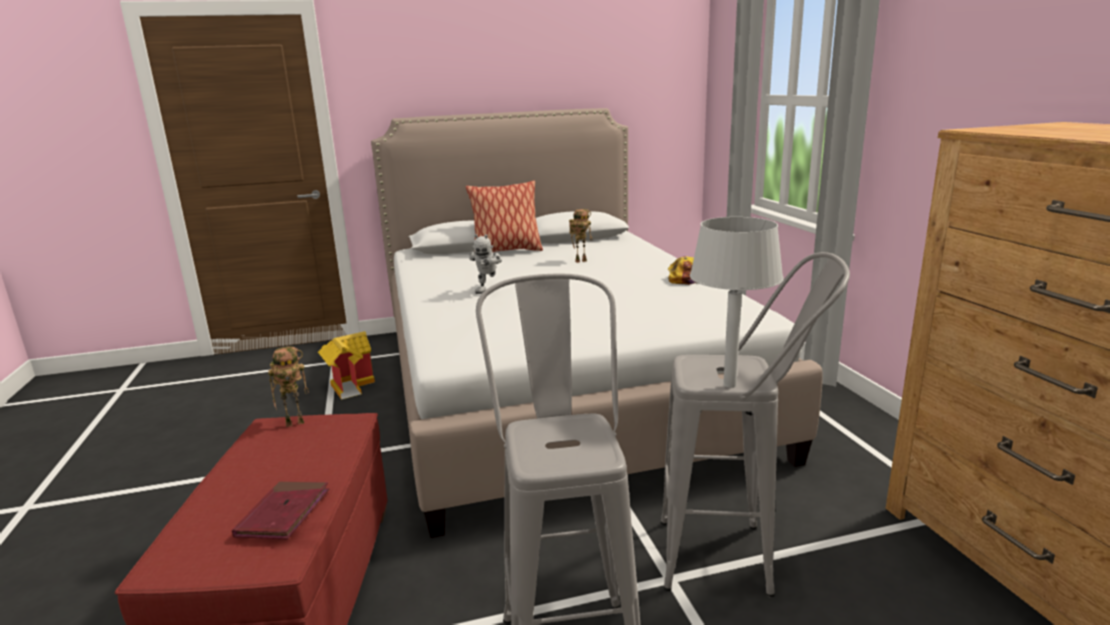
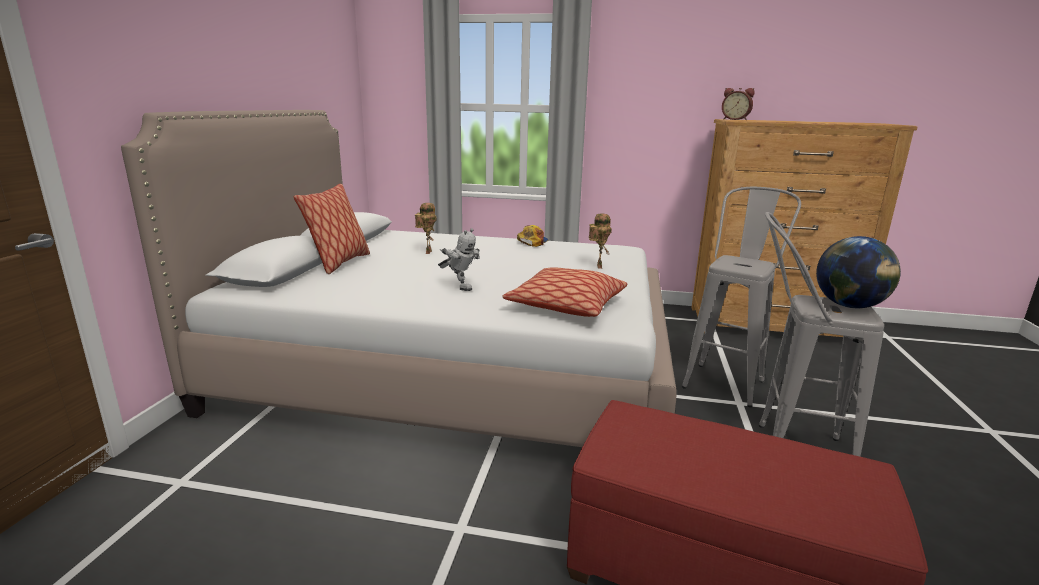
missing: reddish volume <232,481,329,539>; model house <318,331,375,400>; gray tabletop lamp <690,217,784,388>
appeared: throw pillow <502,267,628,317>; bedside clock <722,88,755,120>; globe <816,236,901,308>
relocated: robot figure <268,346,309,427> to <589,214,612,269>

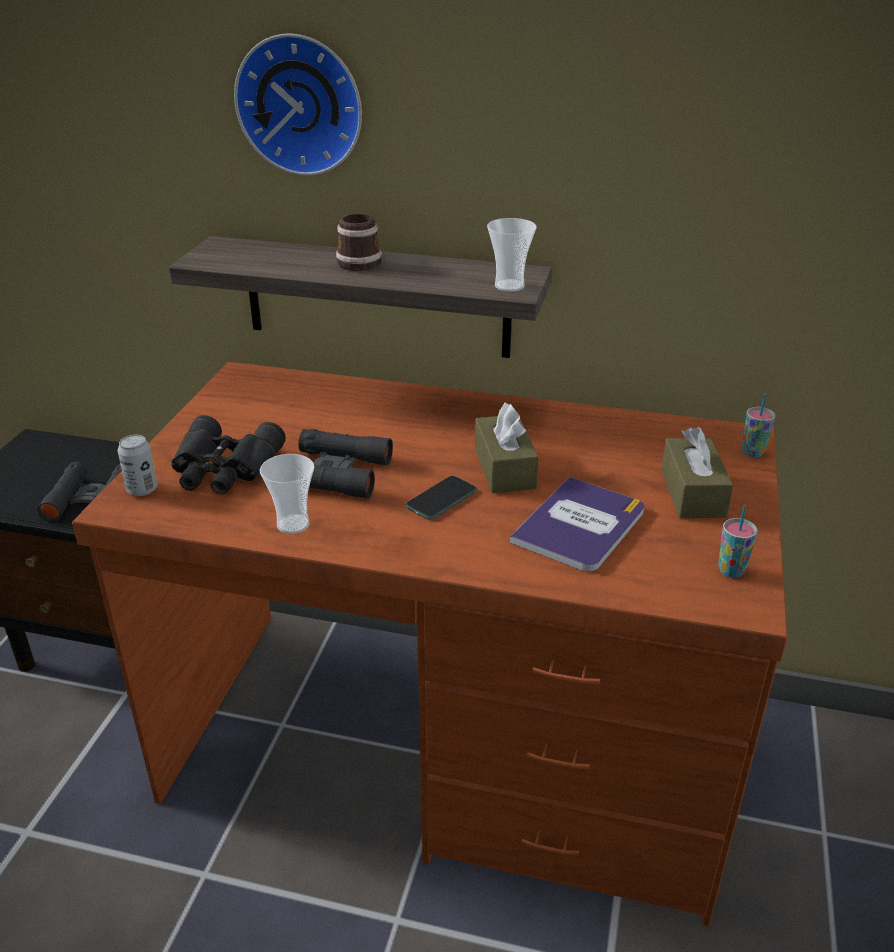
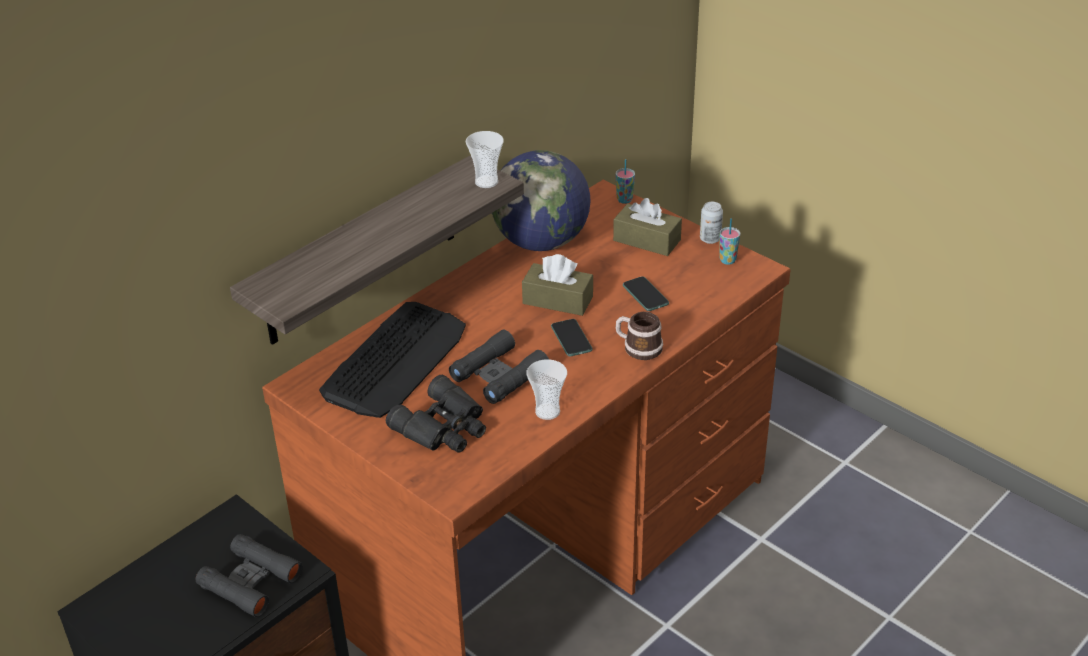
missing: hanging clock <234,34,362,176>
appeared: PC keyboard <319,302,466,418>; globe <492,150,591,251>
relocated: can <117,435,158,496> to <700,202,723,244>; coffee mug <336,214,382,271> to <616,312,663,360>
exchanged: volume <510,477,645,572> to telephone <623,276,669,311>

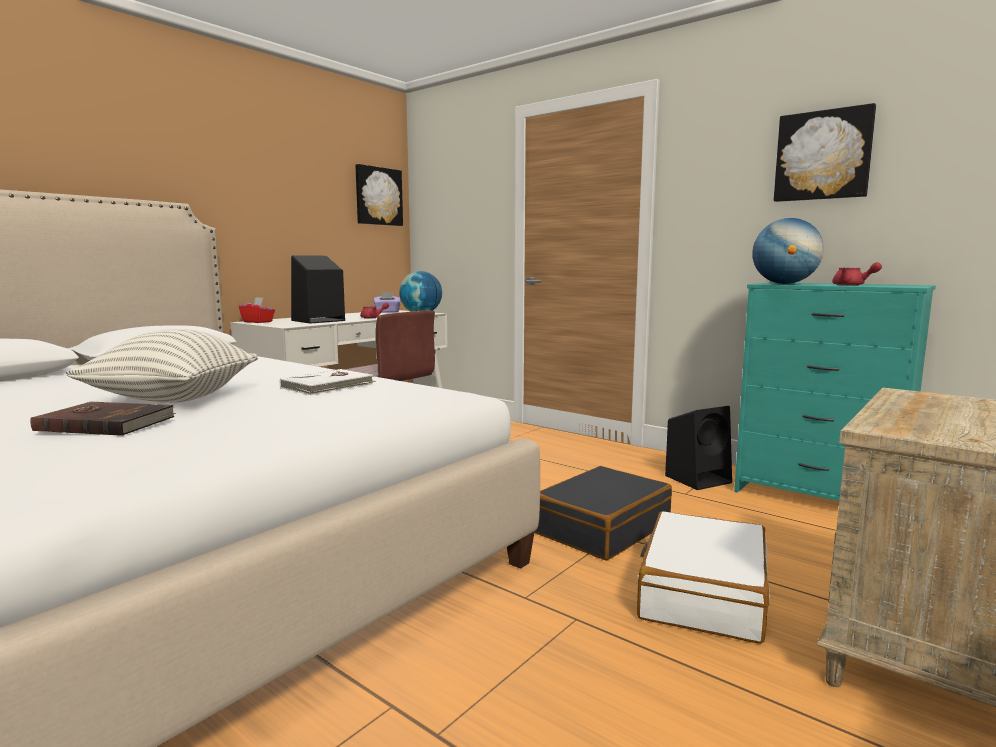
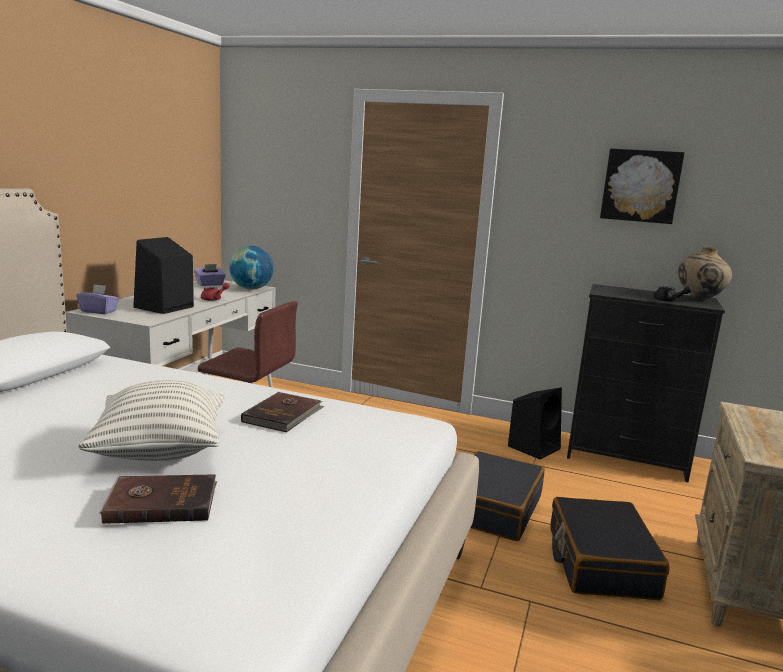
missing: wall art <355,164,403,226>; globe <752,218,824,284>
appeared: sand-coloured flower vase <678,247,732,300>
colour: reddish tissue holder <239,297,275,323> to purple tissue holder <76,284,119,314>; white volume <280,369,376,395> to brown-coloured volume <241,392,325,432>; white travel case <637,511,770,644> to black travel case <550,497,670,600>; turquoise chest of drawers <734,282,936,501> to black chest of drawers <567,284,725,482>; reddish pot for tea <832,262,882,286> to black pot for tea <654,286,692,302>

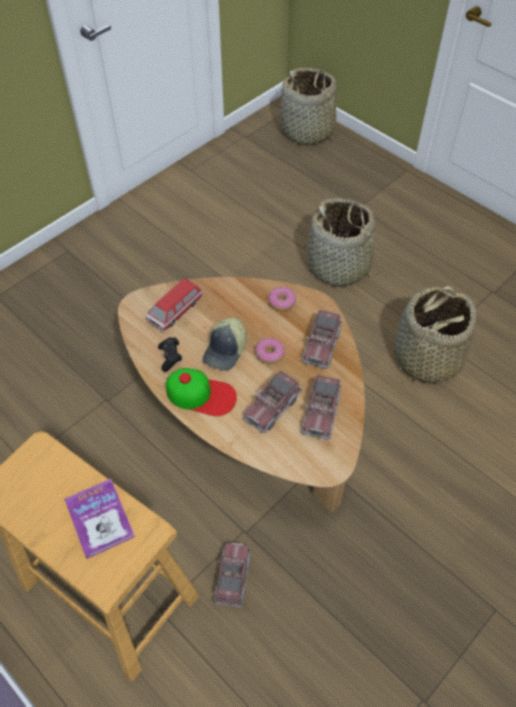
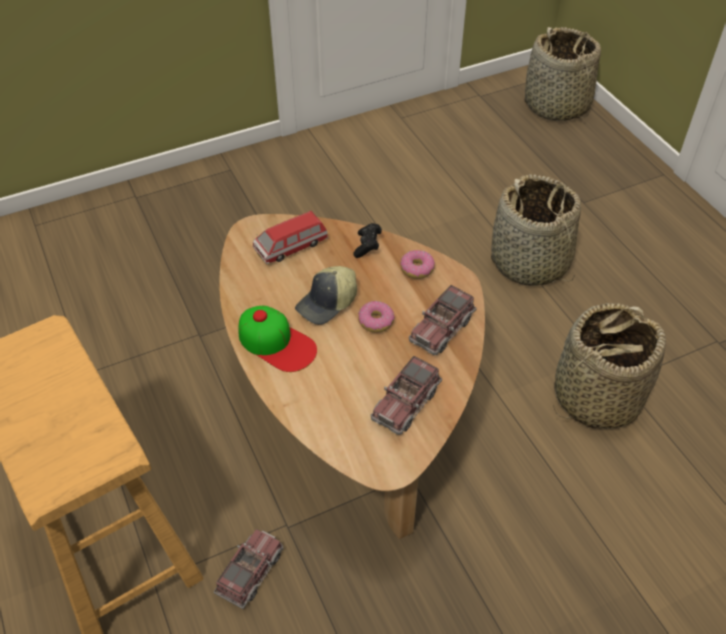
missing: volume <64,479,135,559>; toy lorry <243,371,302,433>
relocated: black joypad <158,337,182,372> to <353,223,382,258>

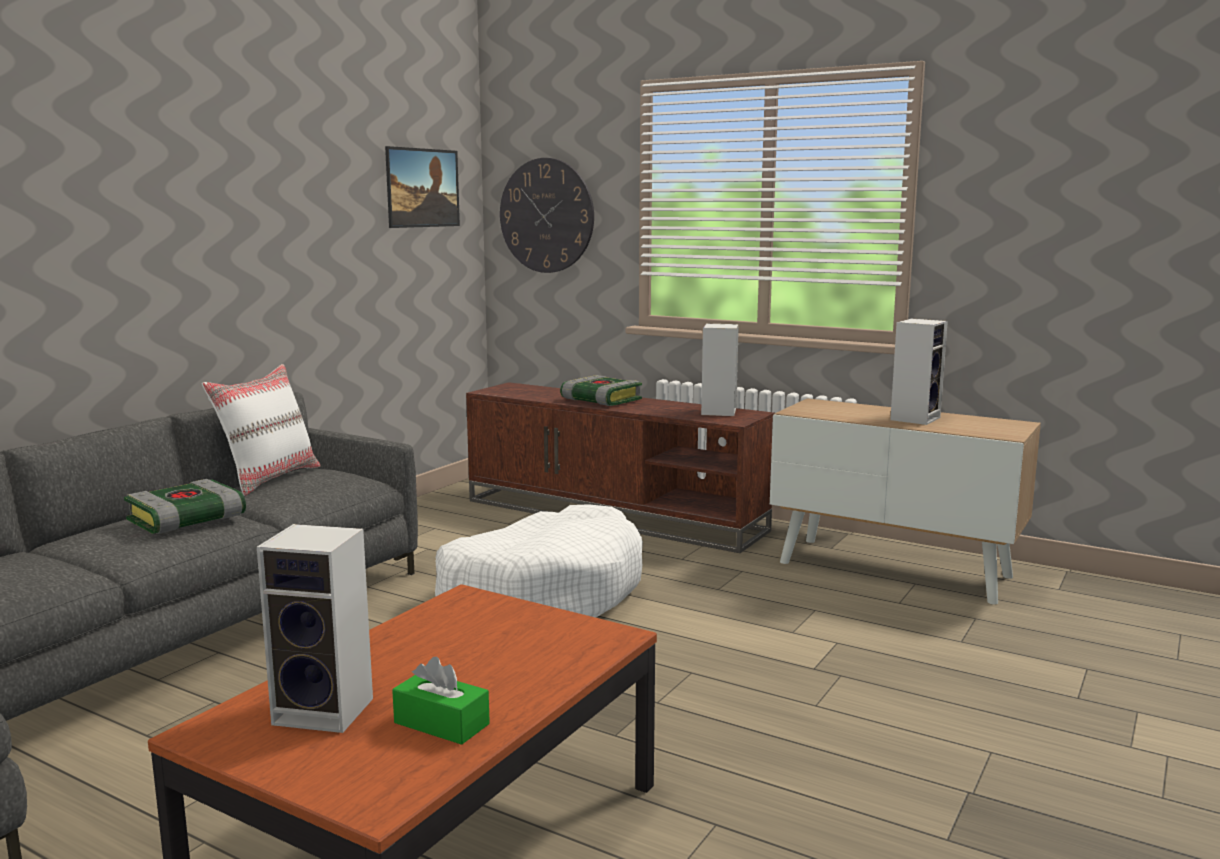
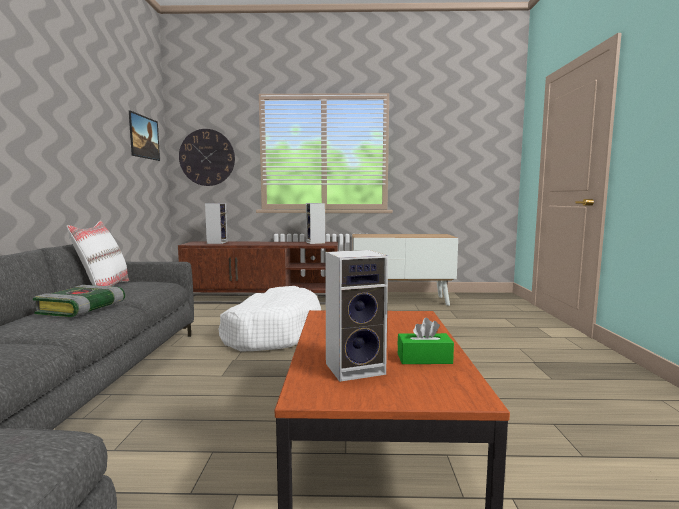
missing: volume <560,375,642,406>
relocated: speaker <890,319,948,425> to <205,203,228,244>

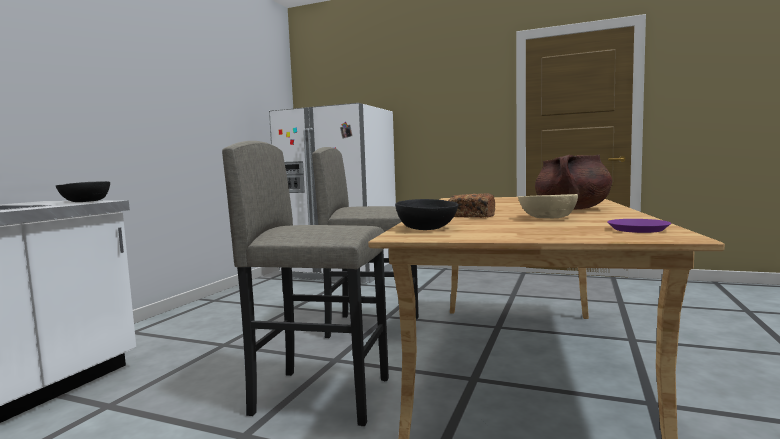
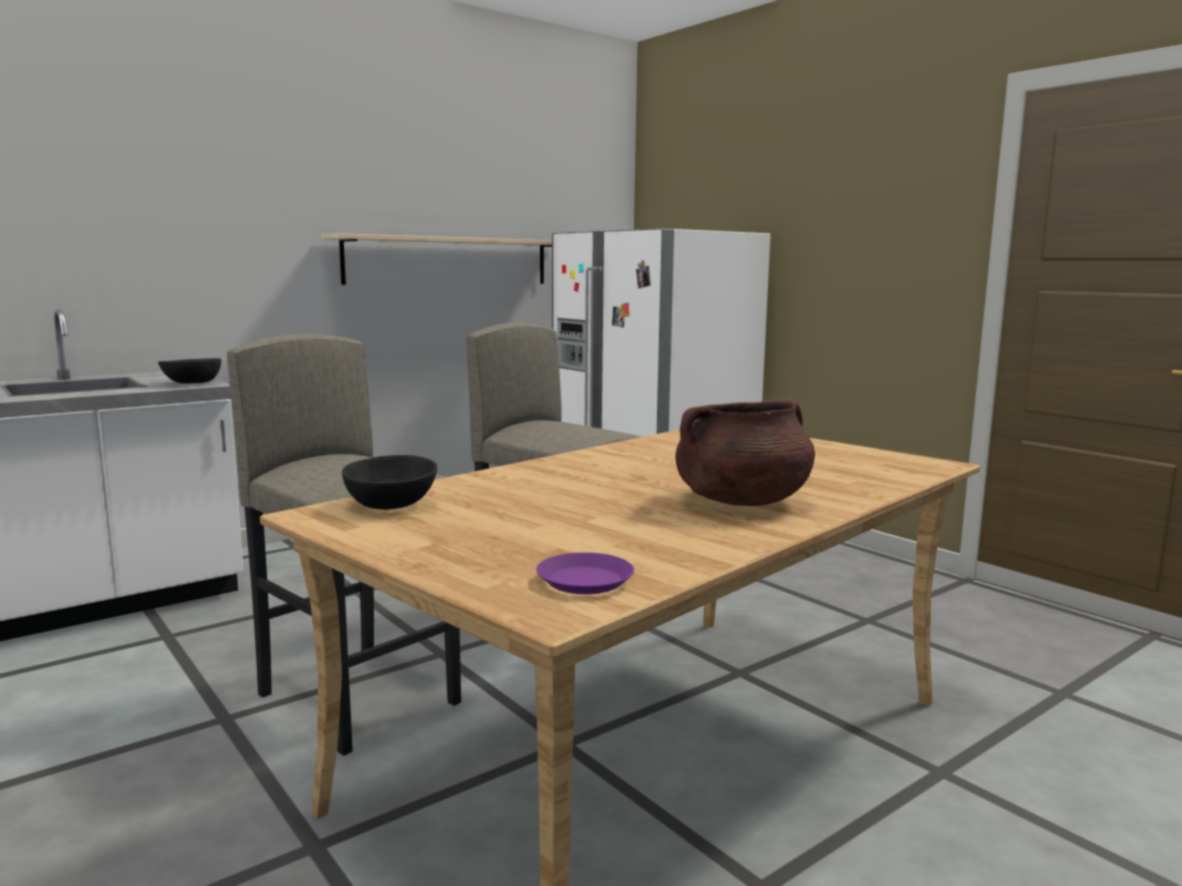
missing: baked bread <448,193,495,218>; sand-coloured serving bowl <518,194,578,218>
appeared: sand-coloured wall shelf <321,233,552,285>

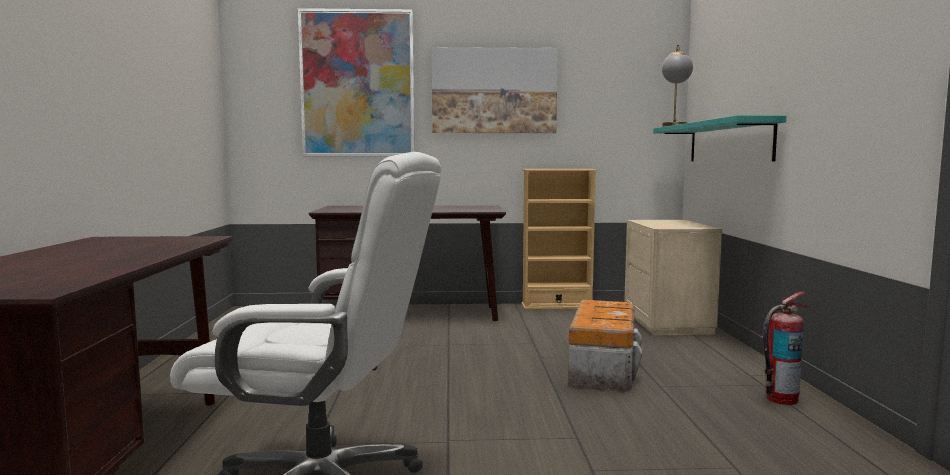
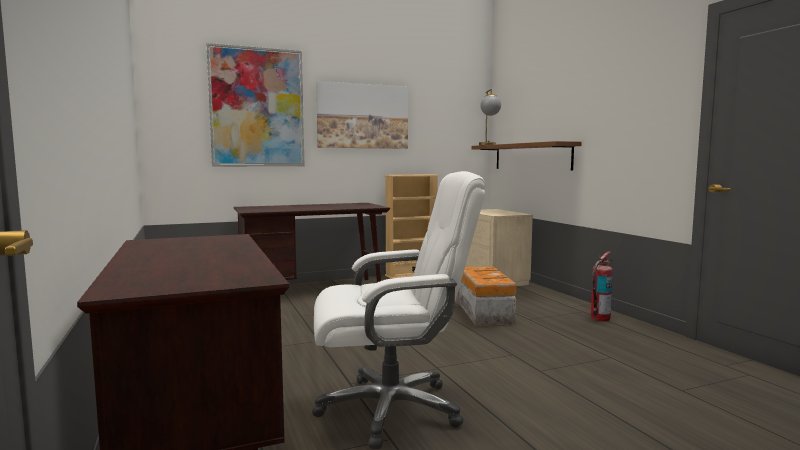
colour: turquoise wall shelf <653,115,787,162> to brown-coloured wall shelf <472,141,582,171>

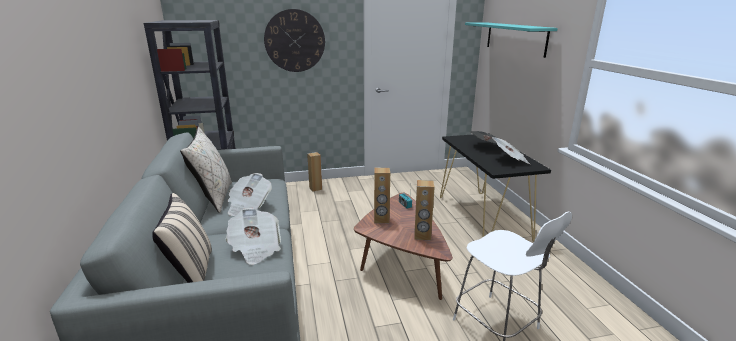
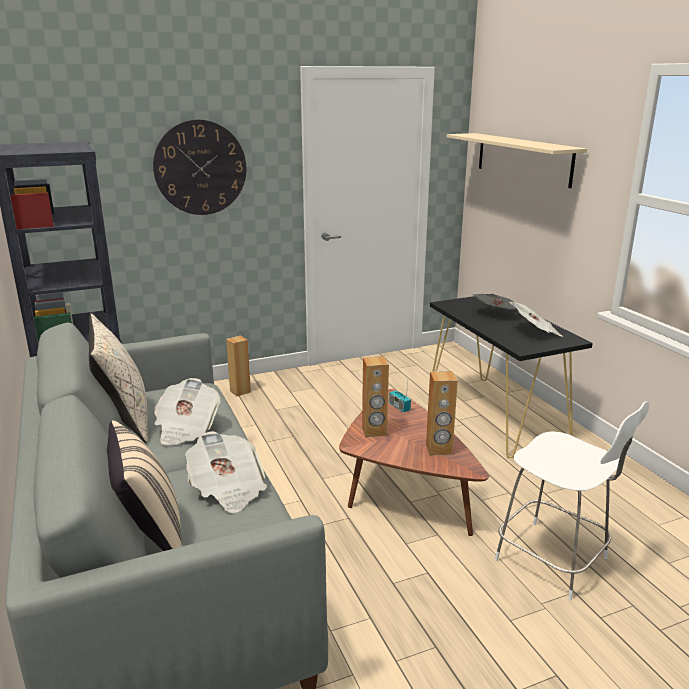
colour: turquoise wall shelf <465,22,558,58> to sand-coloured wall shelf <447,133,587,188>

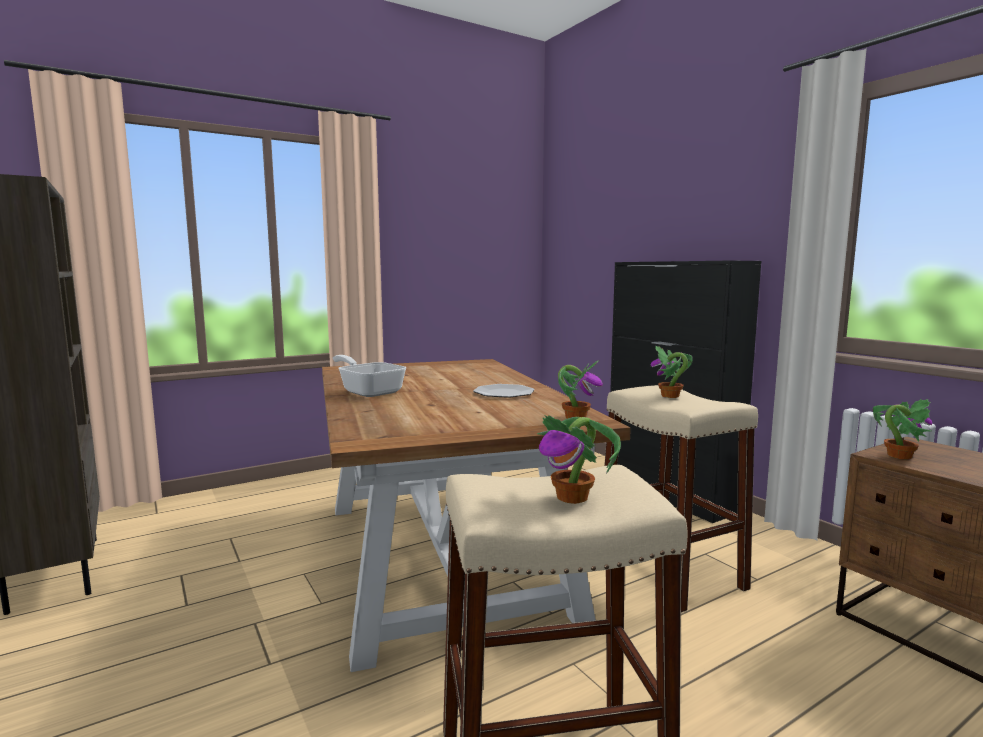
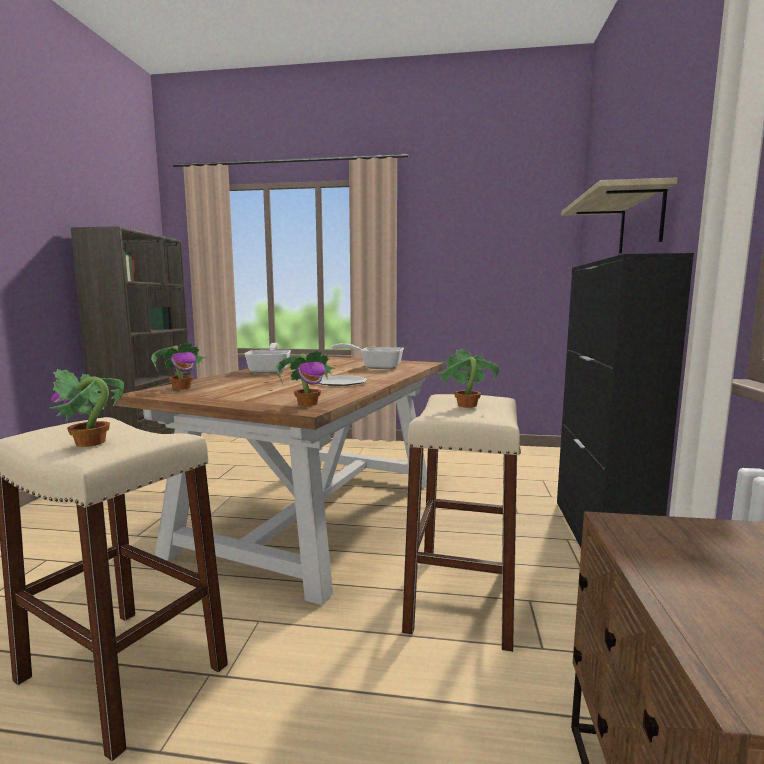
appeared: skillet <332,343,404,369>; wall shelf <561,178,678,253>
relocated: potted plant <873,399,932,459> to <151,342,206,390>

